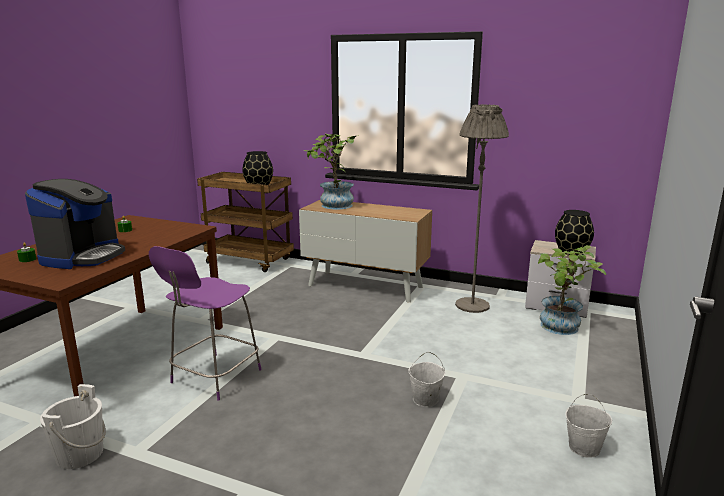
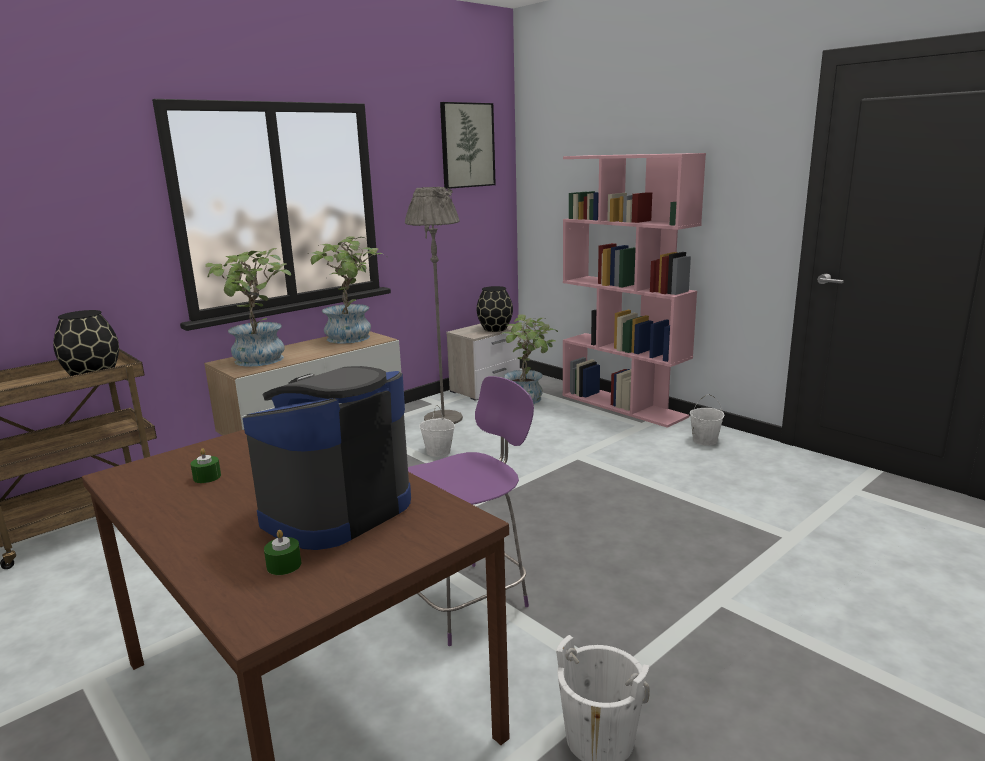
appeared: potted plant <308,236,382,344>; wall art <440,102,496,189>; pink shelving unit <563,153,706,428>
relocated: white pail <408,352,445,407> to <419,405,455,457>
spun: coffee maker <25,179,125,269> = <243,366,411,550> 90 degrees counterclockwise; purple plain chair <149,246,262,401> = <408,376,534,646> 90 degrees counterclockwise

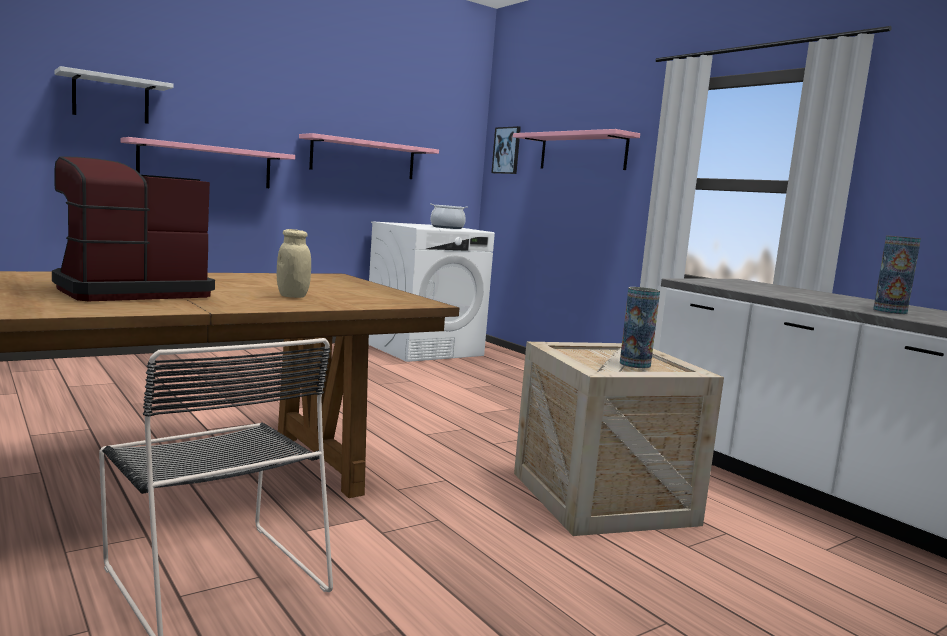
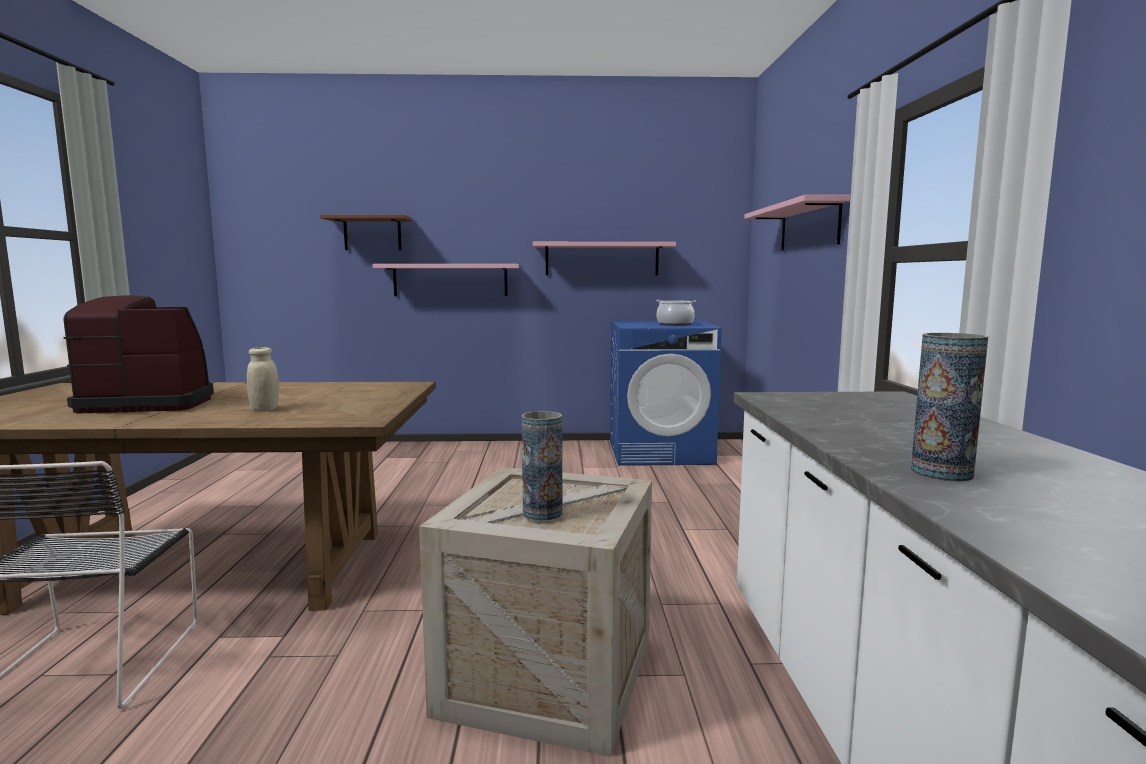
missing: wall art <491,126,521,174>
colour: white wall shelf <54,66,174,124> to brown-coloured wall shelf <320,215,412,250>; white laundry machine <368,221,495,362> to blue laundry machine <610,321,722,466>

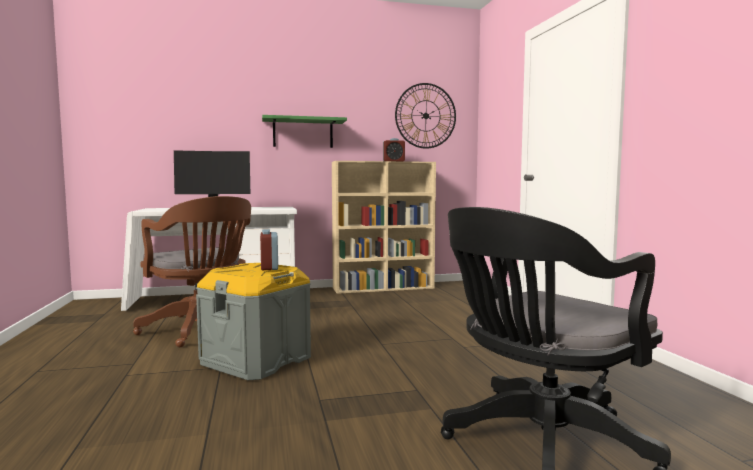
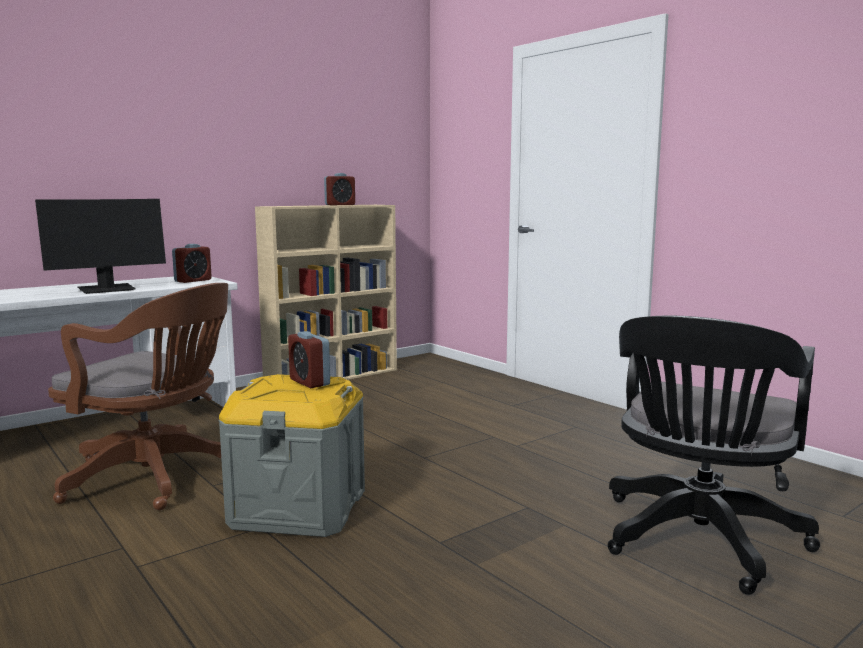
missing: green wall shelf <262,115,347,148>; hanging clock <395,83,456,149>
appeared: bedside clock <172,244,212,283>

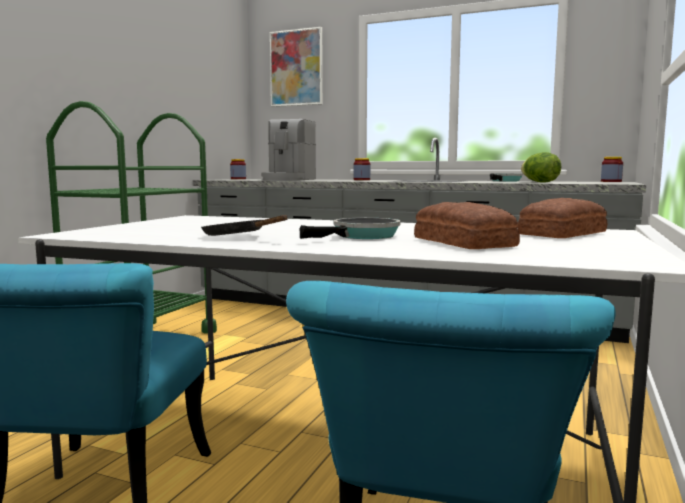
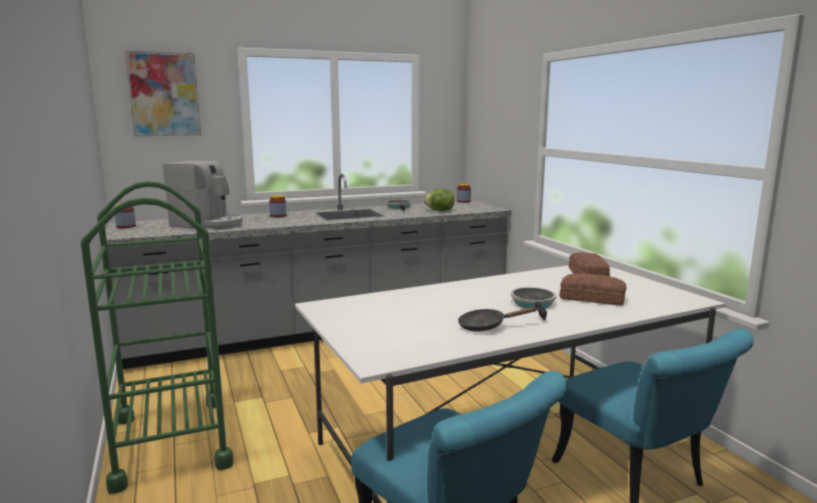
spun: coffee maker <261,119,316,181> = <163,160,243,230> 45 degrees counterclockwise

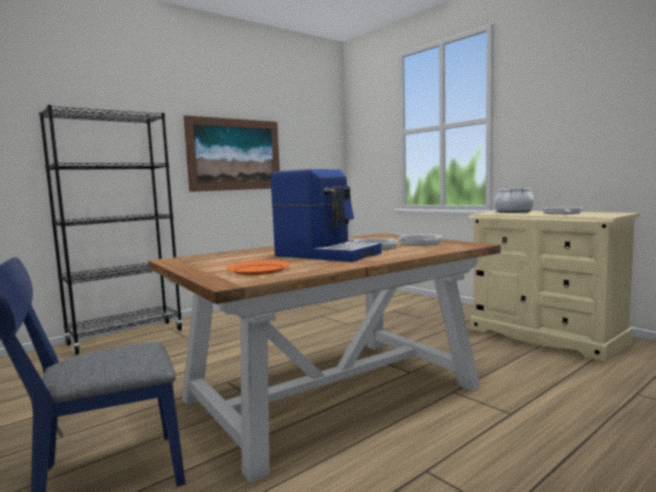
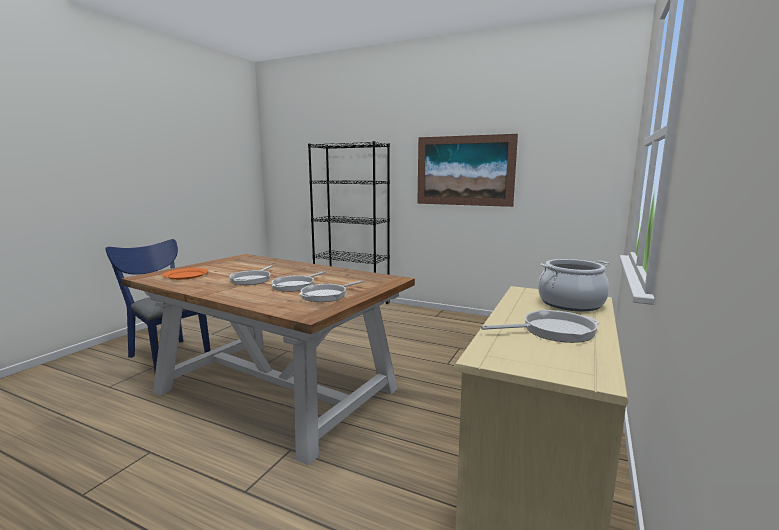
exchanged: coffee maker <271,169,381,262> to skillet <230,265,273,285>

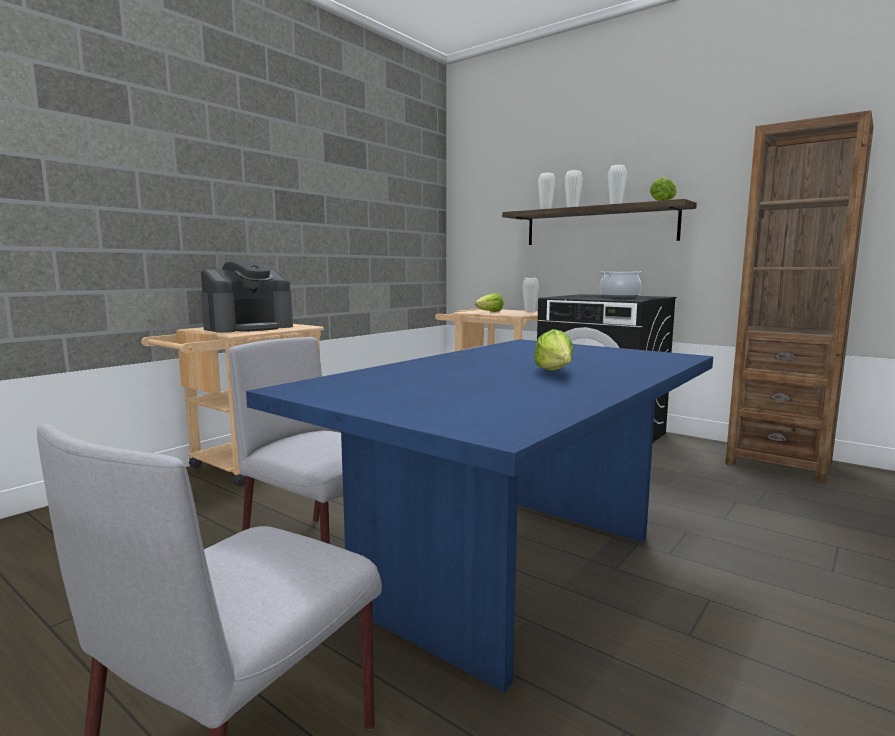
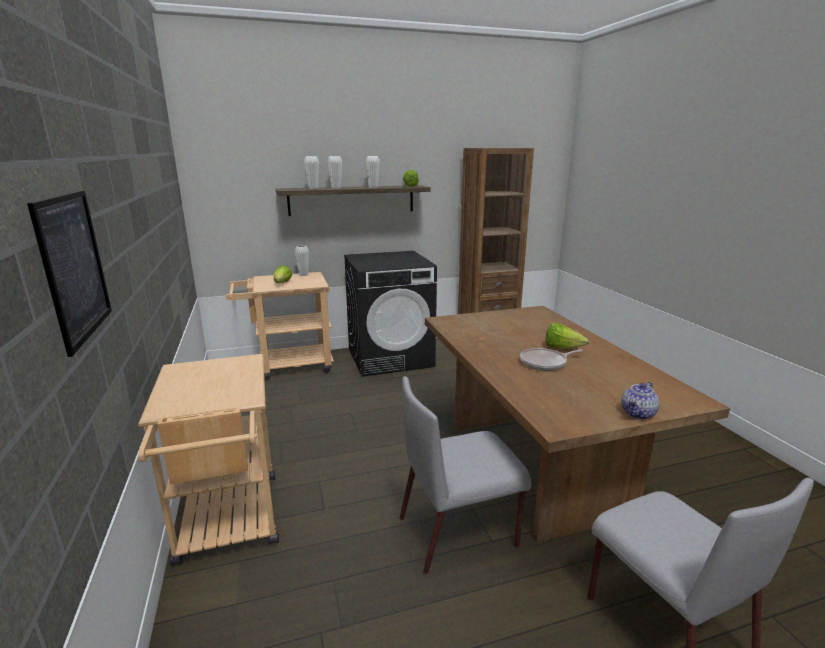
missing: coffee maker <201,261,293,333>; cooking pot <600,271,642,298>
appeared: wall art <27,190,112,357>; skillet <520,348,584,370>; pot for tea <621,382,659,420>
colour: blue kitchen table <246,339,713,692> to brown-coloured kitchen table <425,306,730,542>

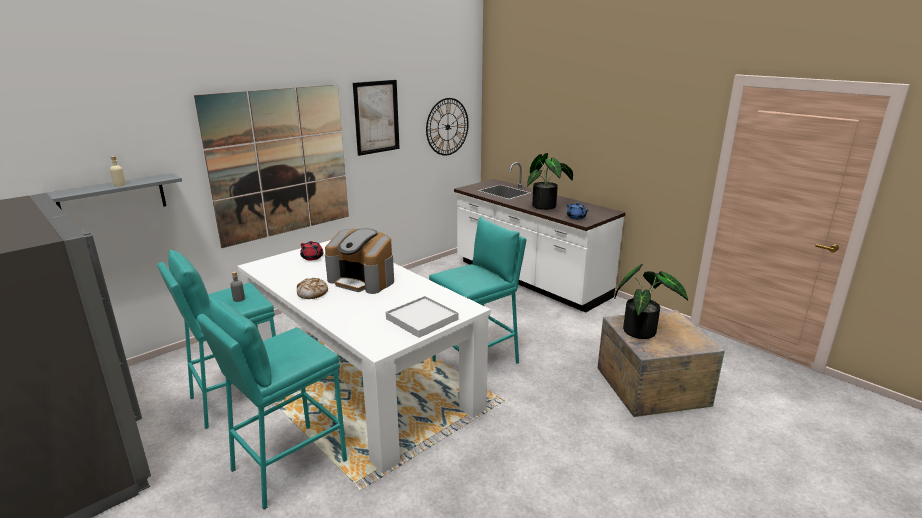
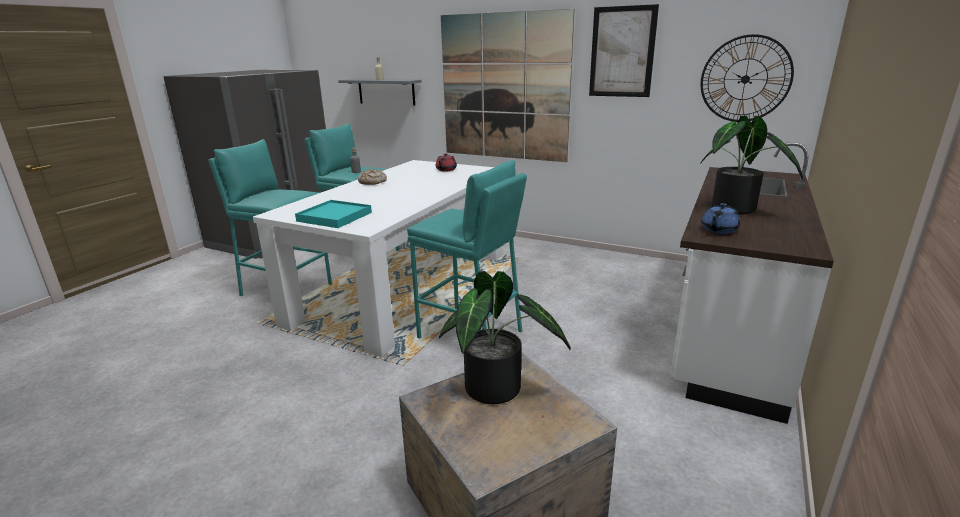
missing: coffee maker <325,228,394,294>
colour: white carrying tray <386,296,459,338> to turquoise carrying tray <295,200,372,228>

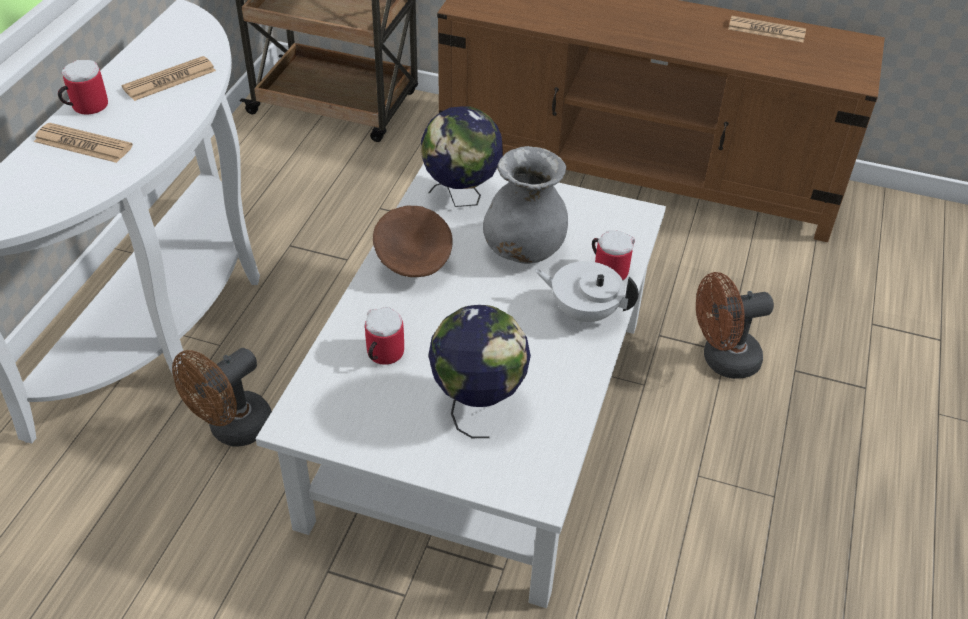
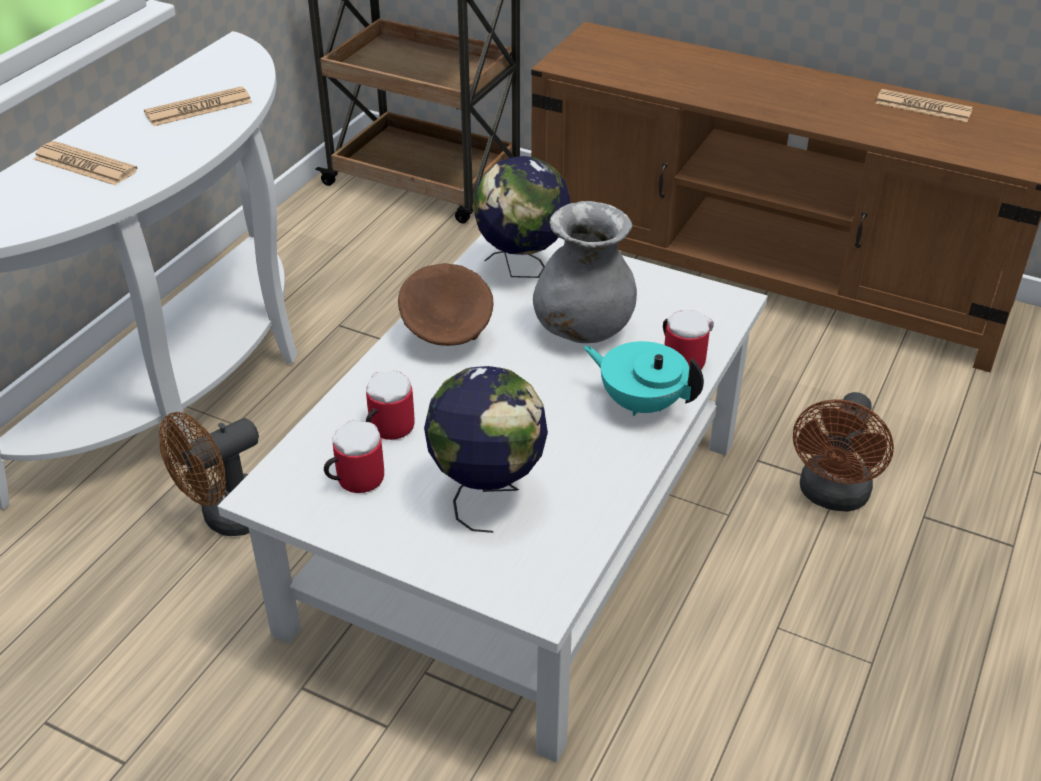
relocated: coffee mug <58,60,108,115> to <324,420,384,493>
colour: white pot for tea <535,261,639,324> to turquoise pot for tea <584,341,704,416>
spun: brown-coloured cooling fan <696,272,774,379> = <793,392,894,512> 60 degrees counterclockwise

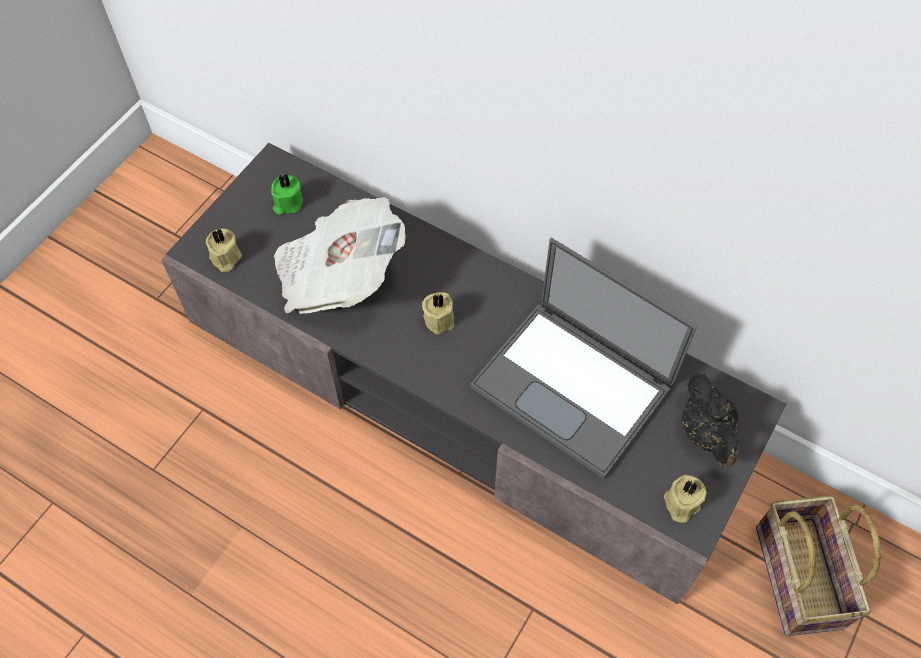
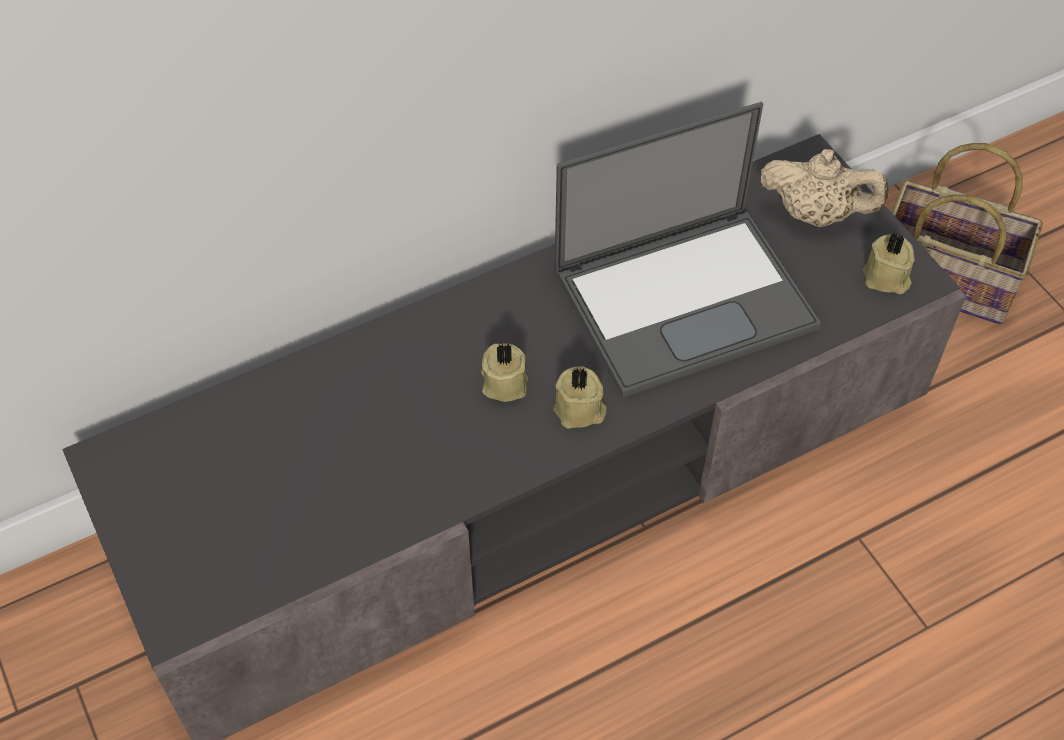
missing: green wax light <271,174,303,215>; daily paper <274,197,406,314>
relocated: sand-coloured wax light <206,229,242,272> to <554,366,607,429>
colour: black pot for tea <682,374,739,468> to sand-coloured pot for tea <761,149,888,227>

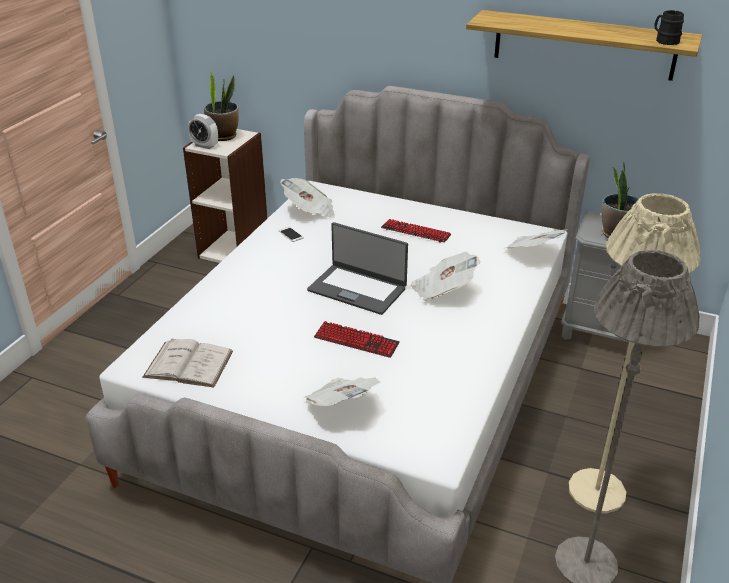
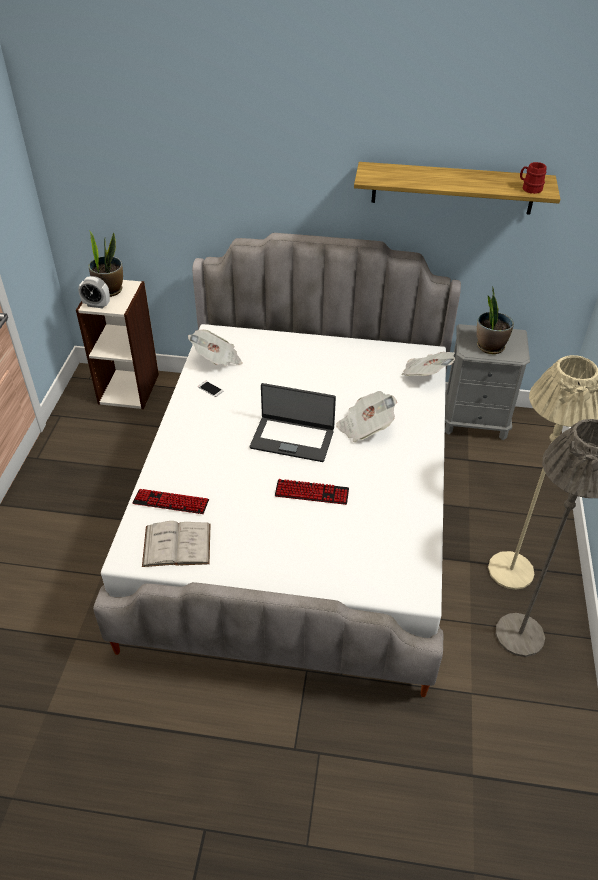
missing: daily paper <304,378,380,406>
relocated: PC keyboard <381,219,451,243> to <132,489,209,514>
colour: black coffee mug <654,10,684,45> to reddish coffee mug <520,162,547,194>

